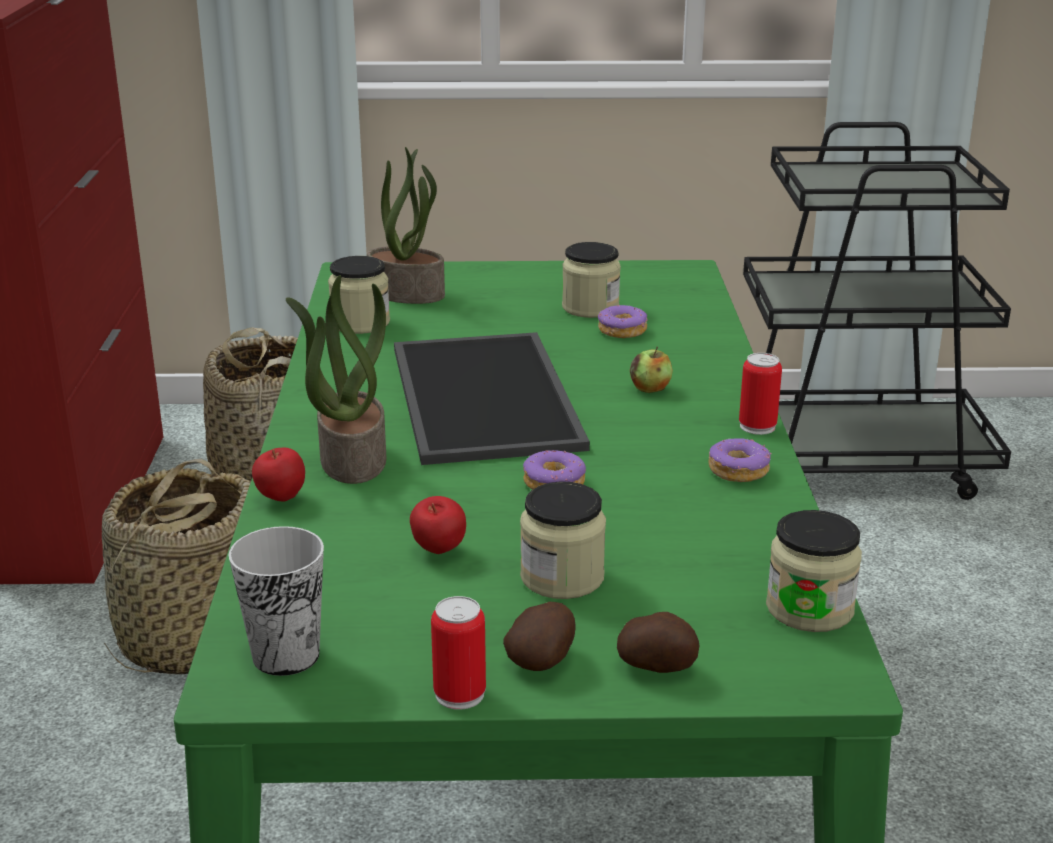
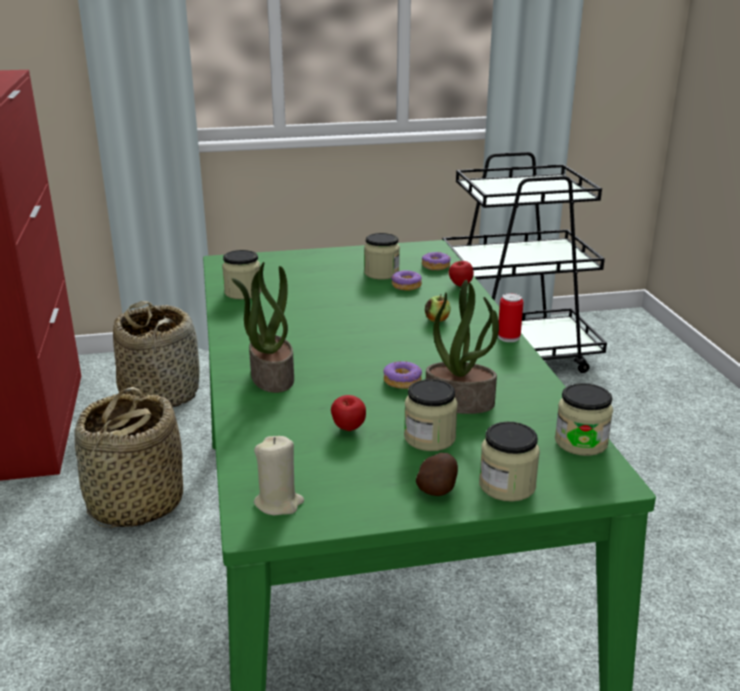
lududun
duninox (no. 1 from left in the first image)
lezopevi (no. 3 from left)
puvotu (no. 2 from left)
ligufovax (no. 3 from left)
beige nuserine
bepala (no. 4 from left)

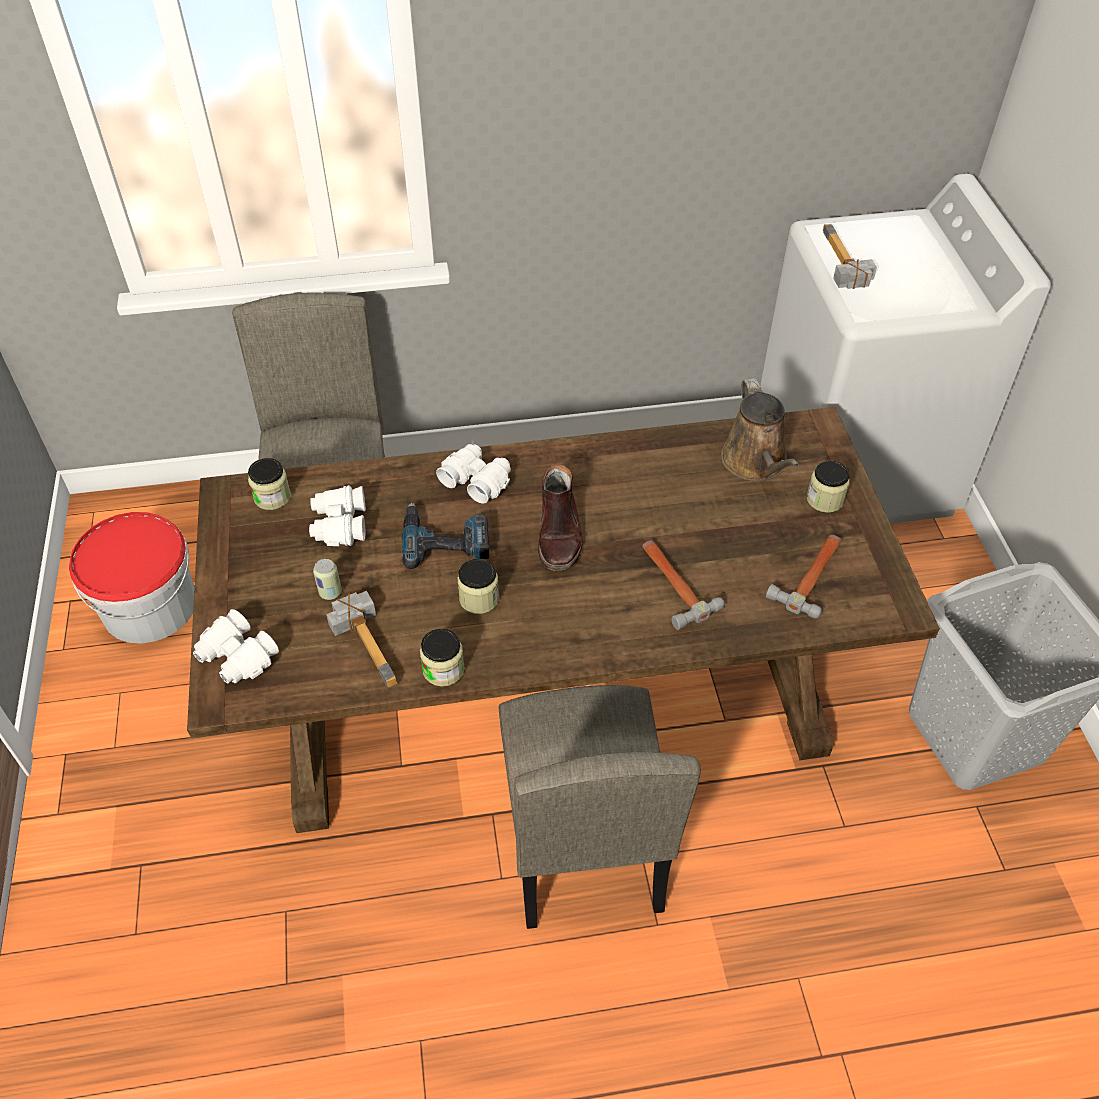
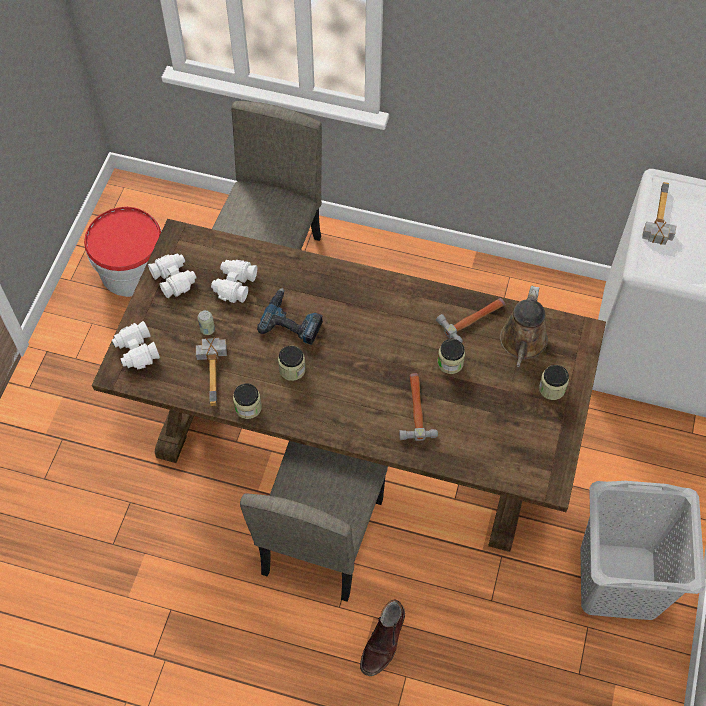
bepala (no. 3 from left)
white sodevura (no. 2 from left)
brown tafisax
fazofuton (no. 3 from left)

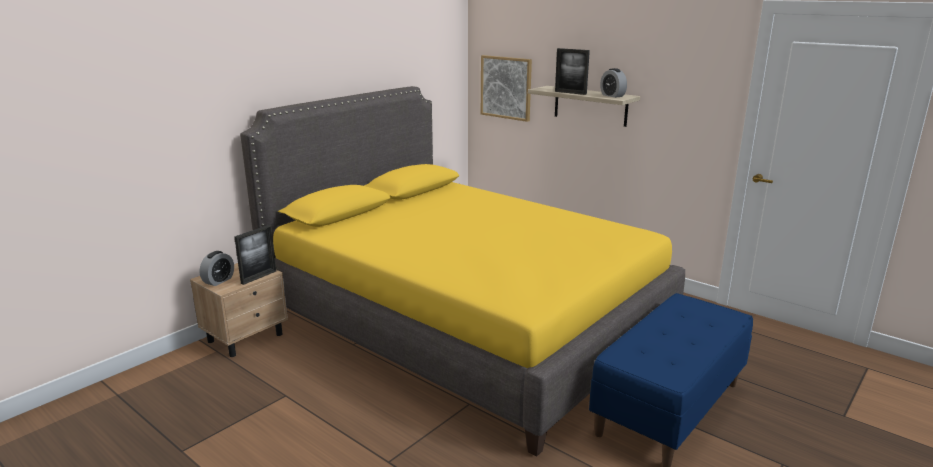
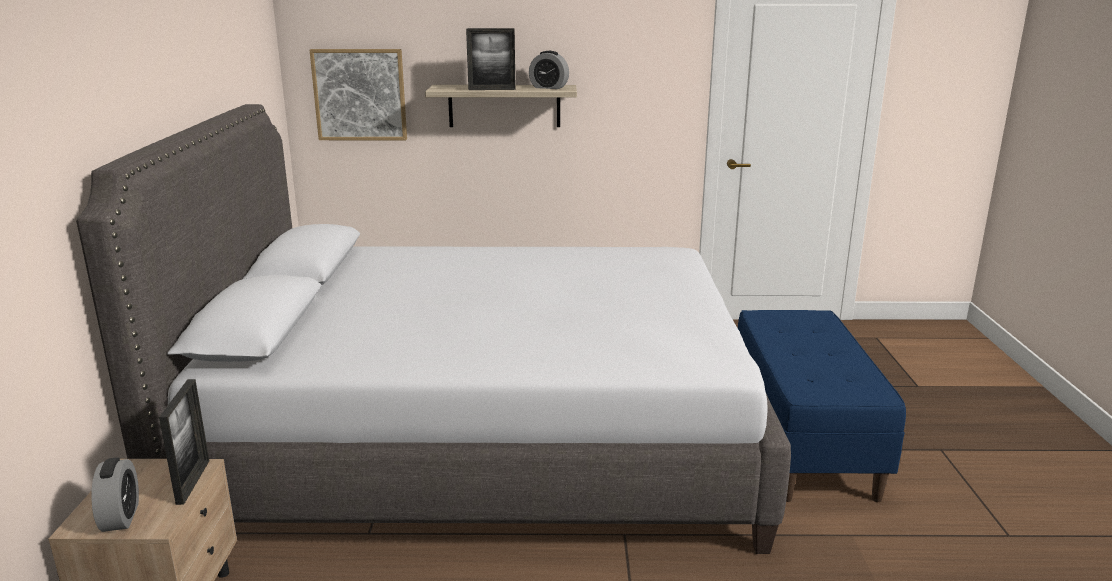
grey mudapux

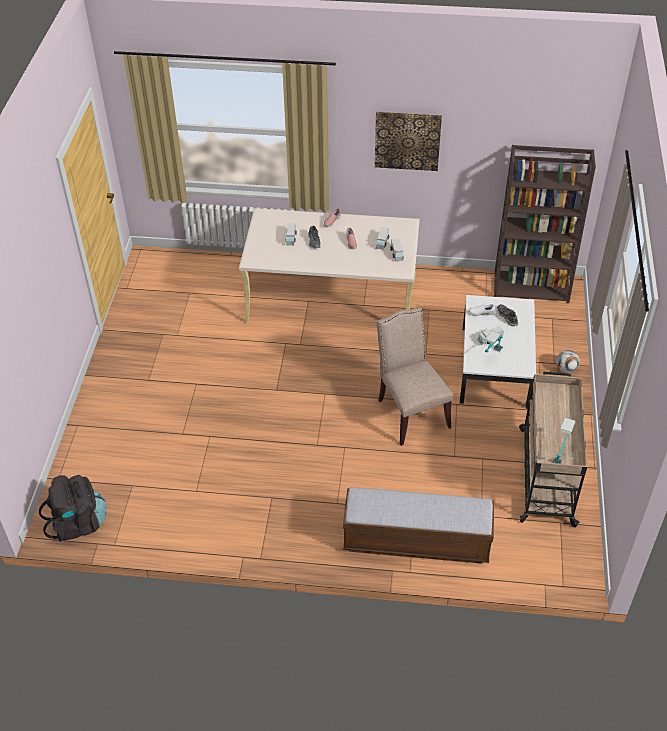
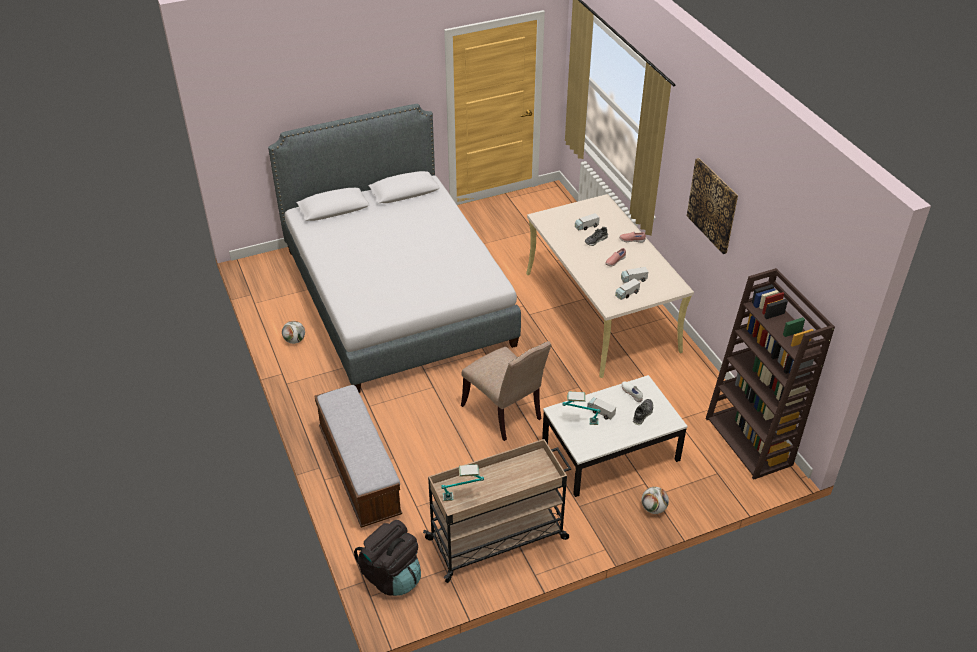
grey mudapux
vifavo (no. 1 from left)
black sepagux
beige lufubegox

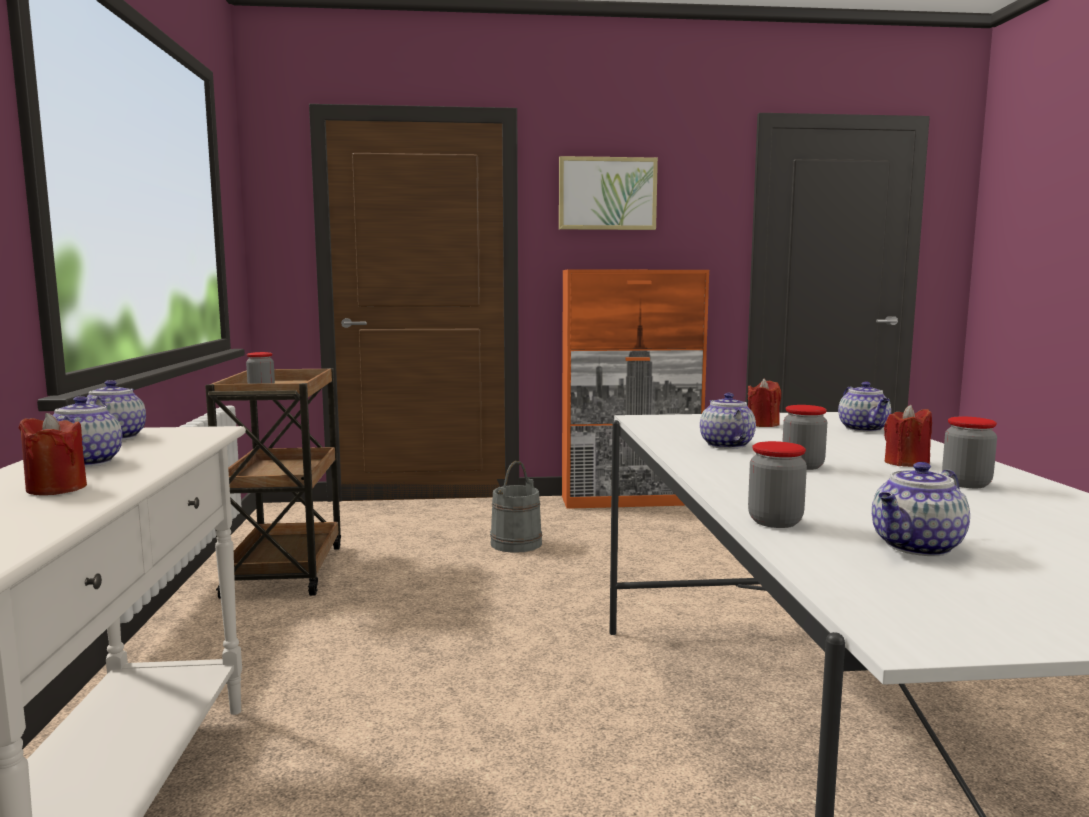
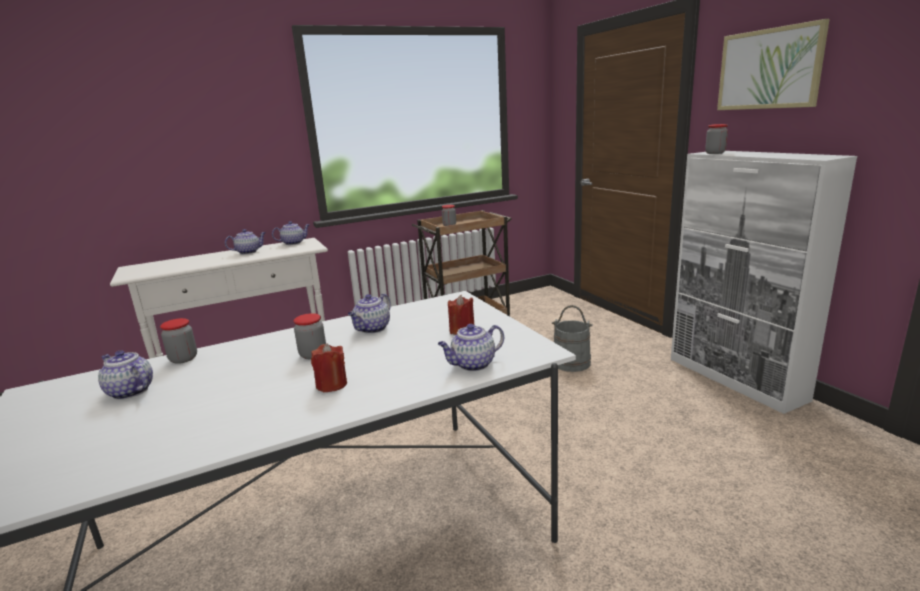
red nuserine (no. 1 from left in the first image)
bepala (no. 4 from left)
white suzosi
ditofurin (no. 4 from left)

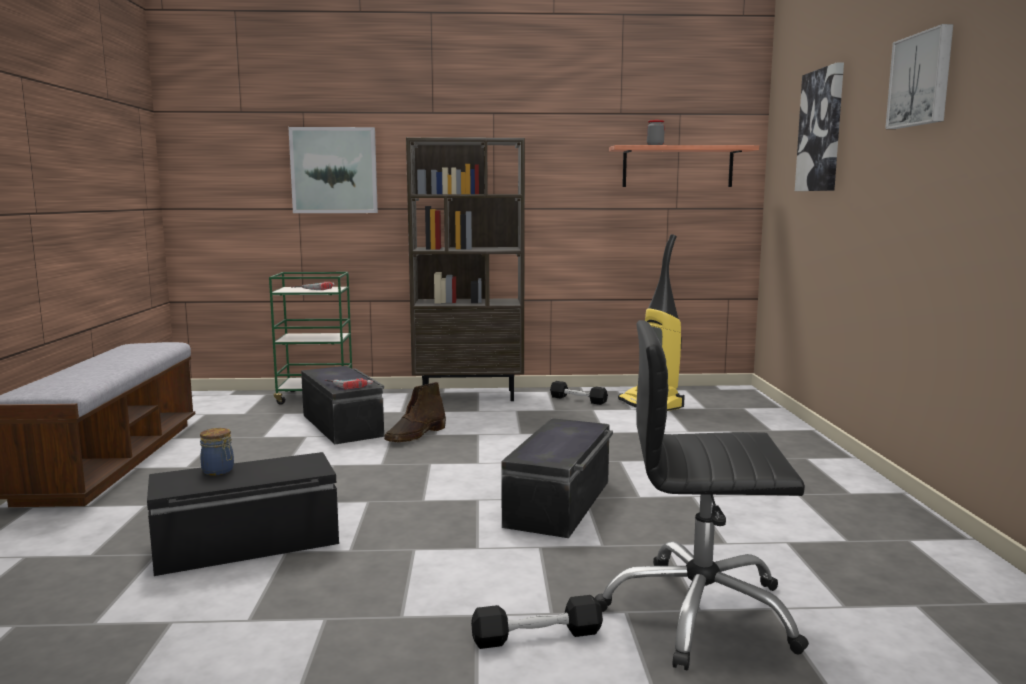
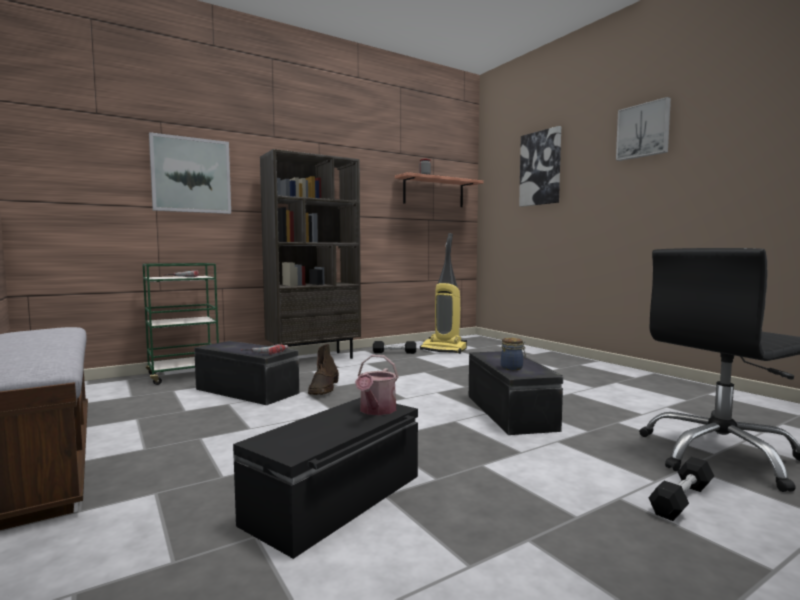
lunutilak
bepala (no. 2 from left)

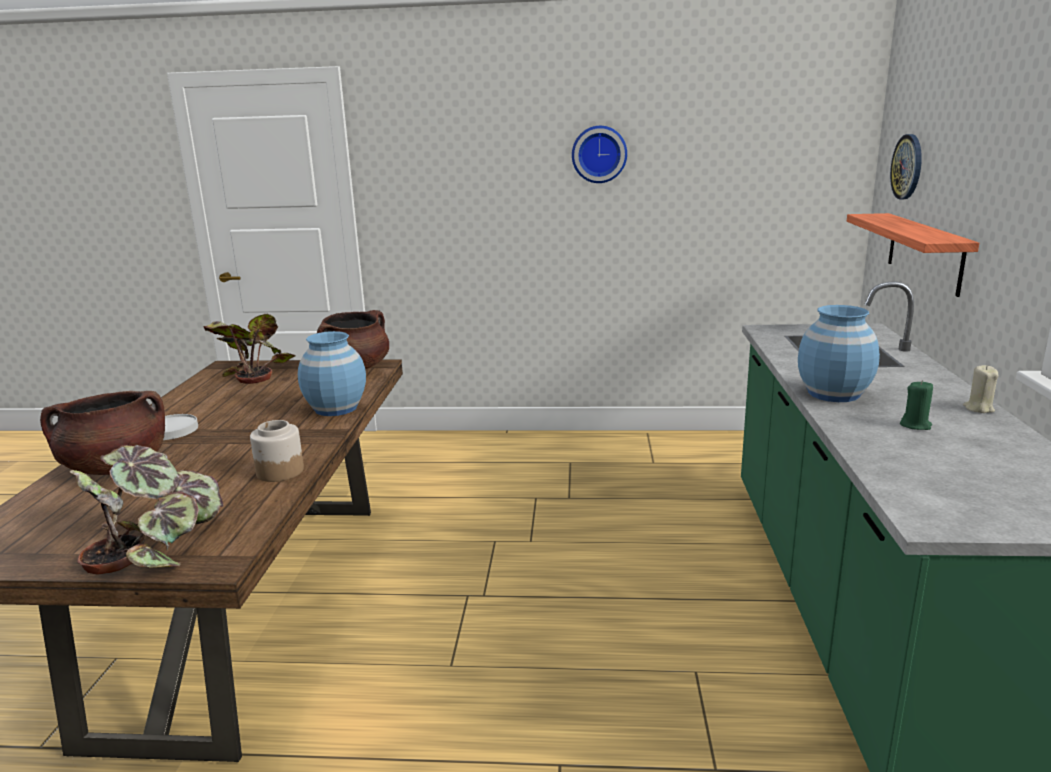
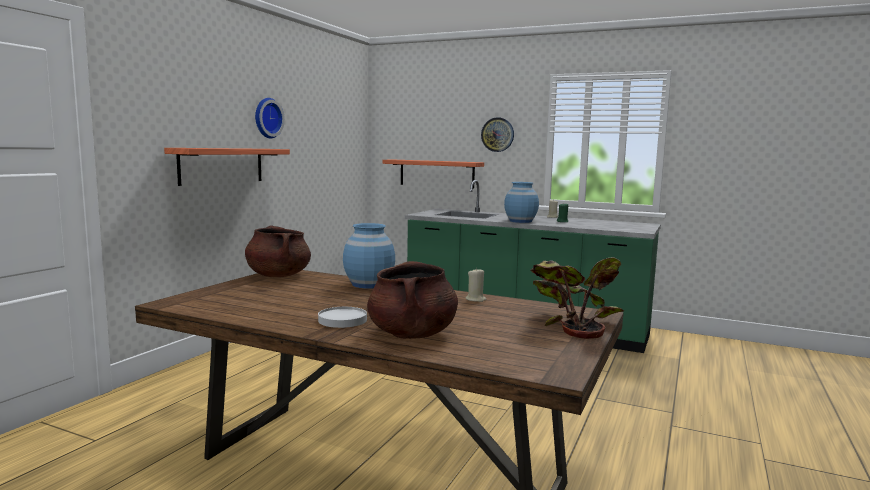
puvotu (no. 2 from left in the first image)
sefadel (no. 1 from left)
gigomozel (no. 2 from left)
beige nuserine (no. 1 from left)

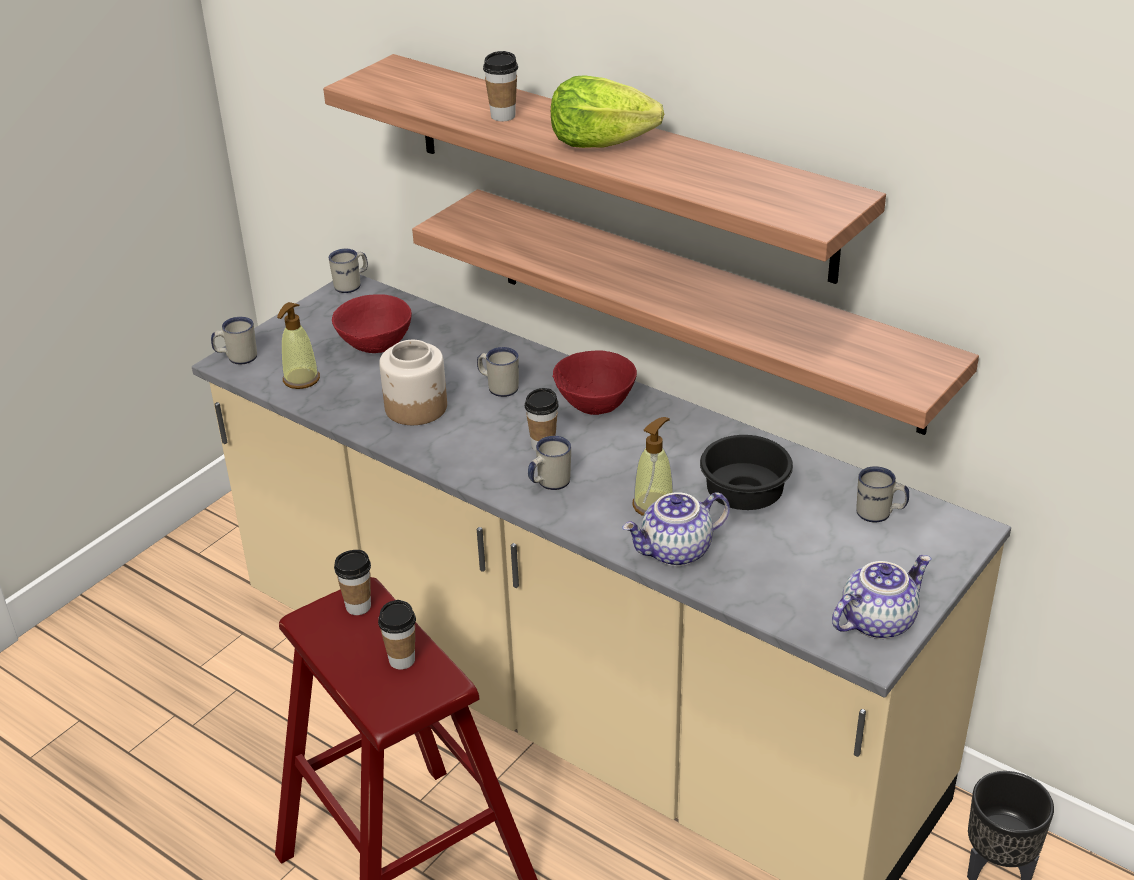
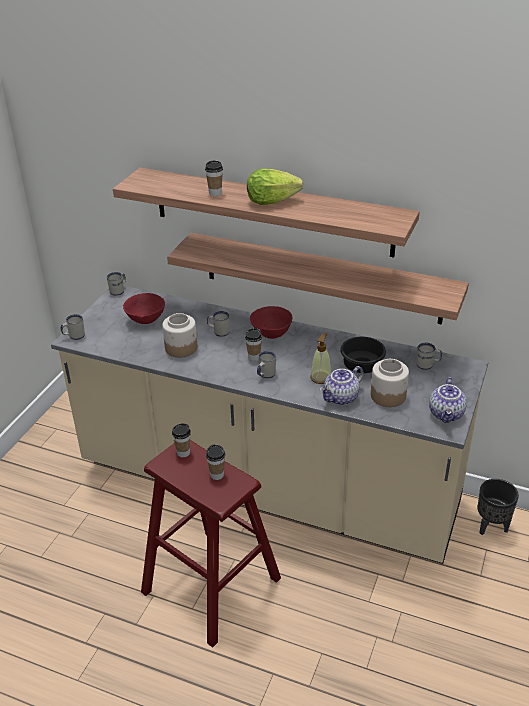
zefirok (no. 1 from left in the first image)
bepala (no. 2 from left)
ditofurin (no. 2 from left)

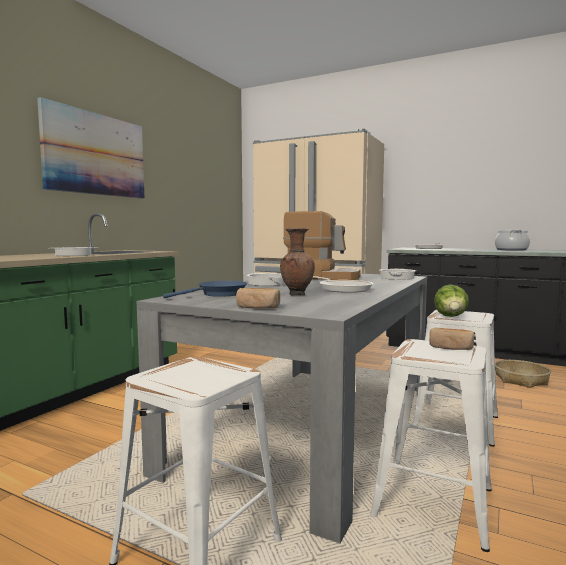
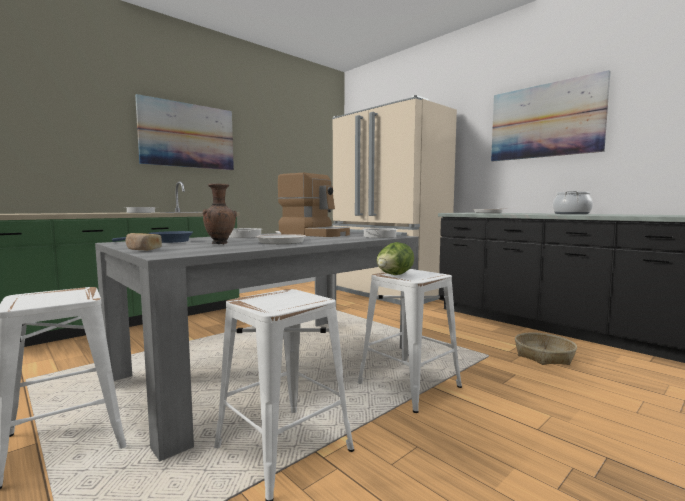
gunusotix (no. 2 from left in the first image)
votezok (no. 2 from left)

